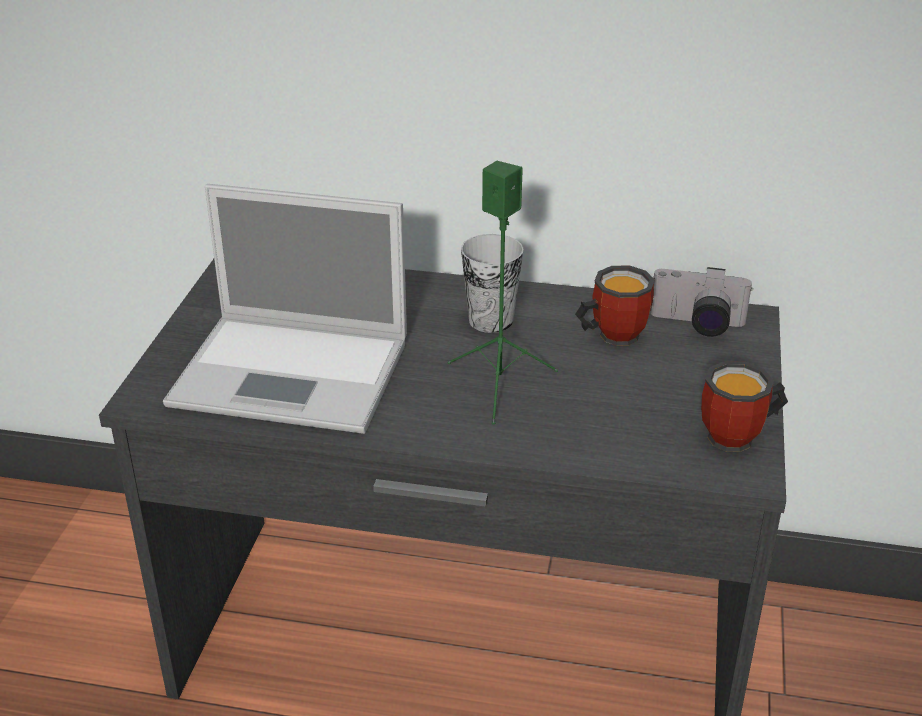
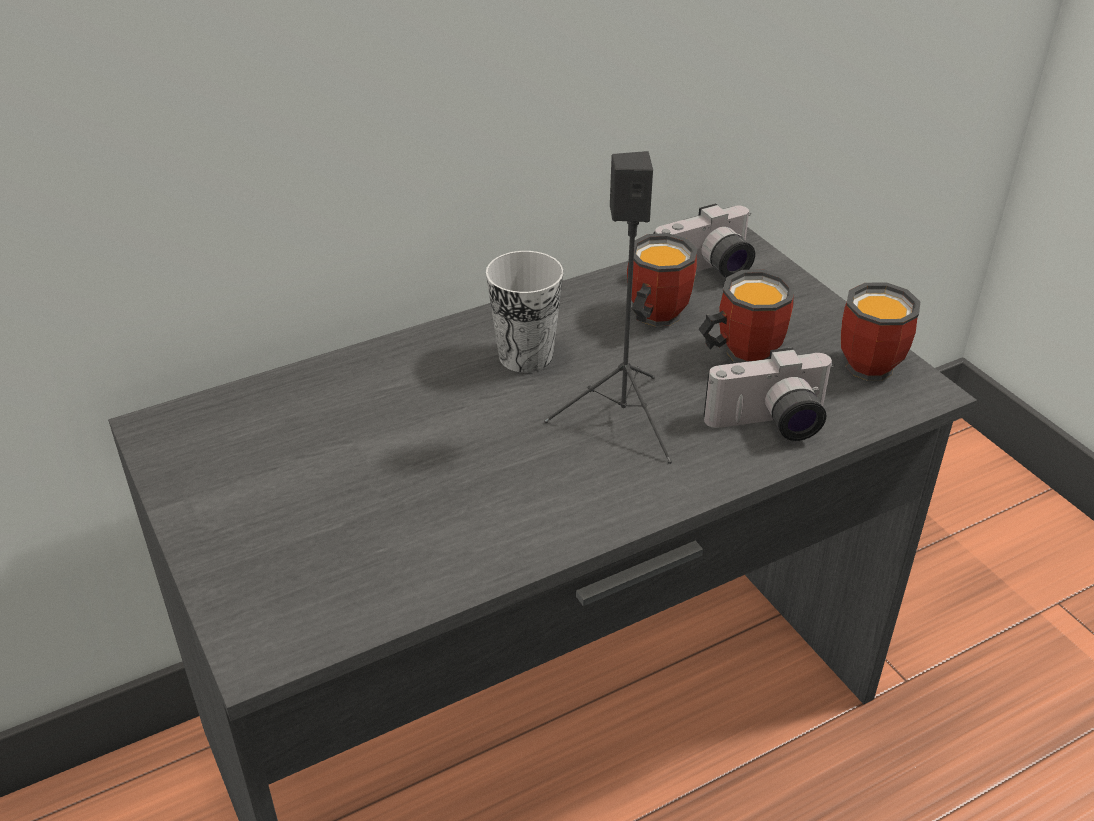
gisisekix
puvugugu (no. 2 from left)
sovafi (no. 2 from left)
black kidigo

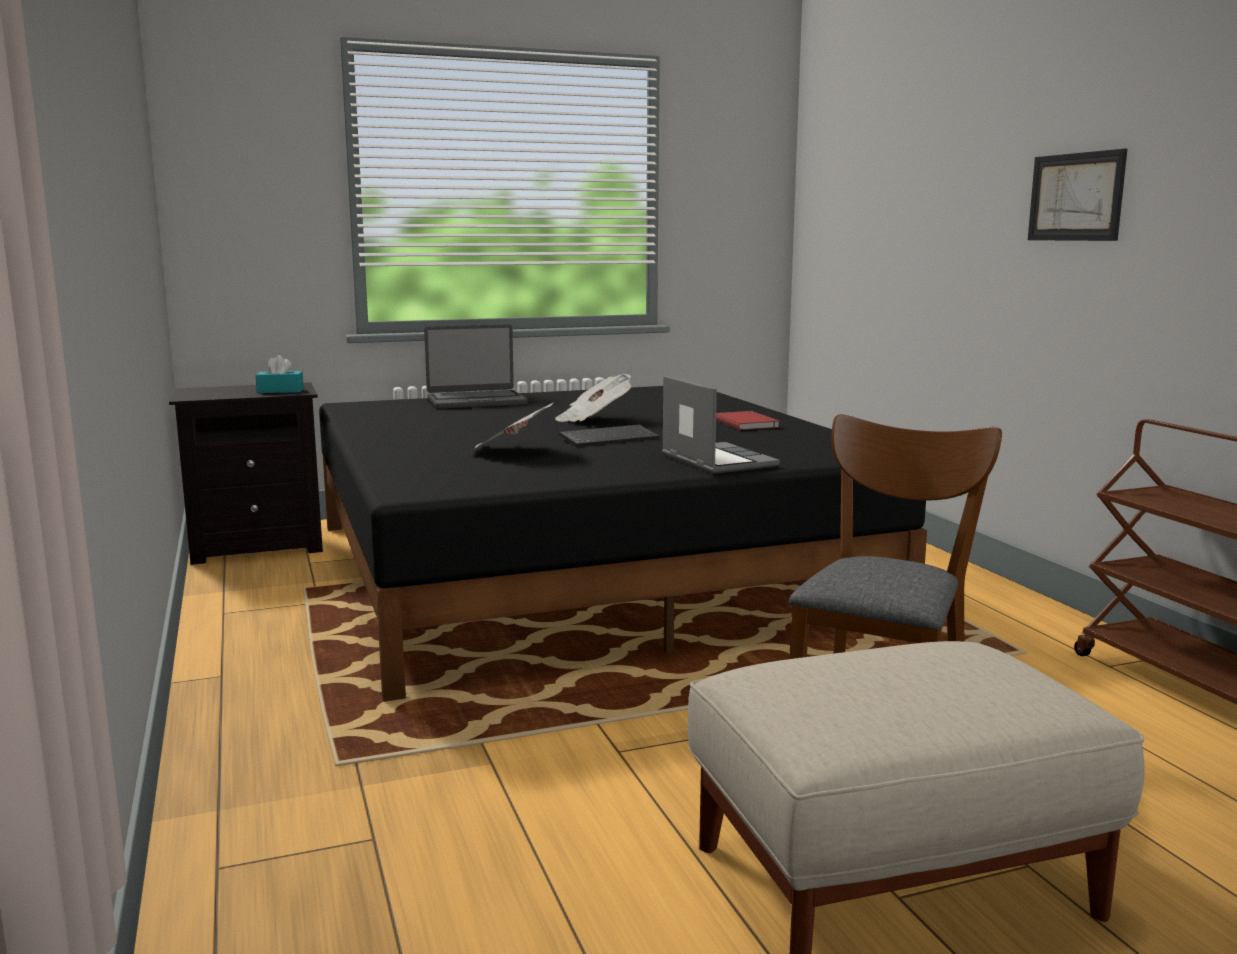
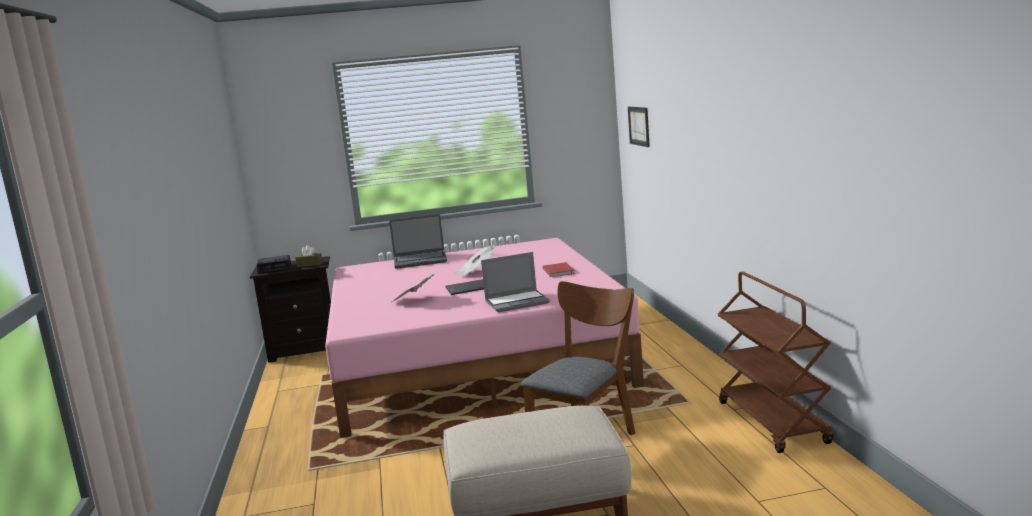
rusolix
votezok
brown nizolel
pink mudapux
gisisekix (no. 2 from left)

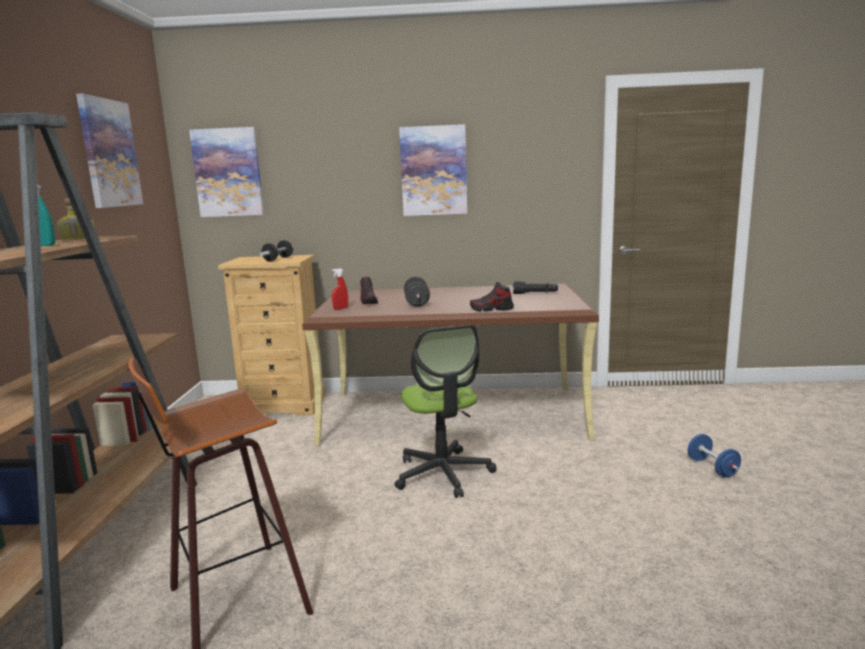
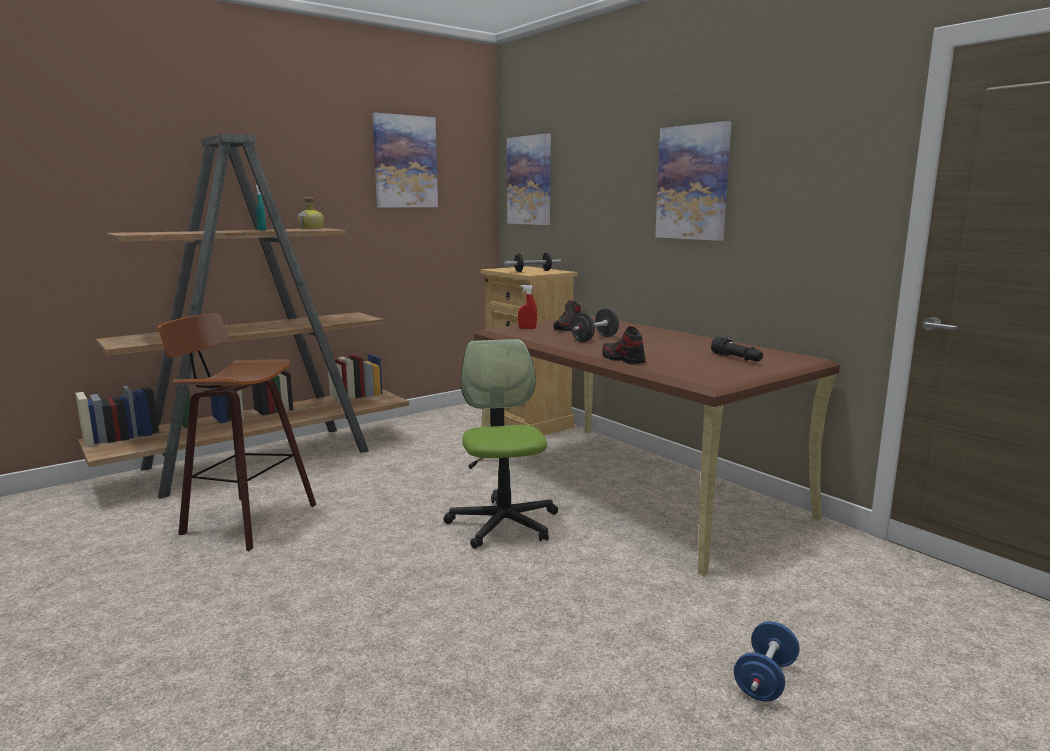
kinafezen

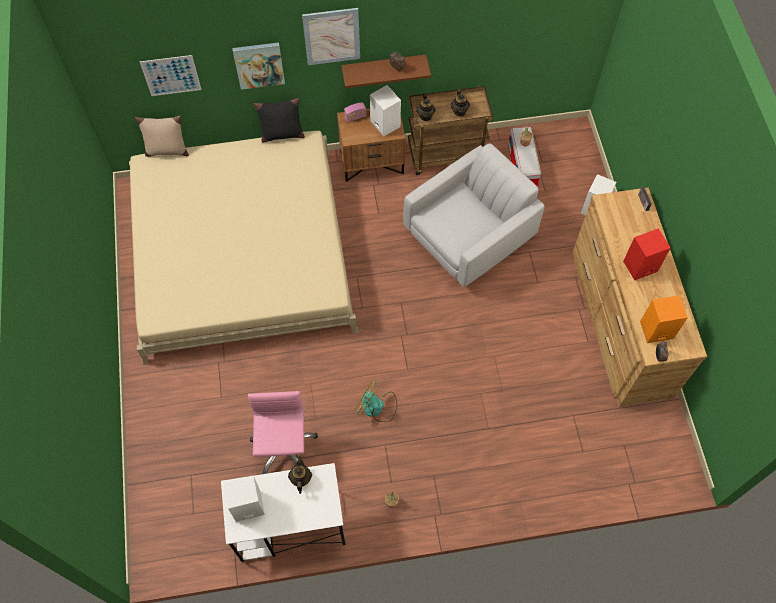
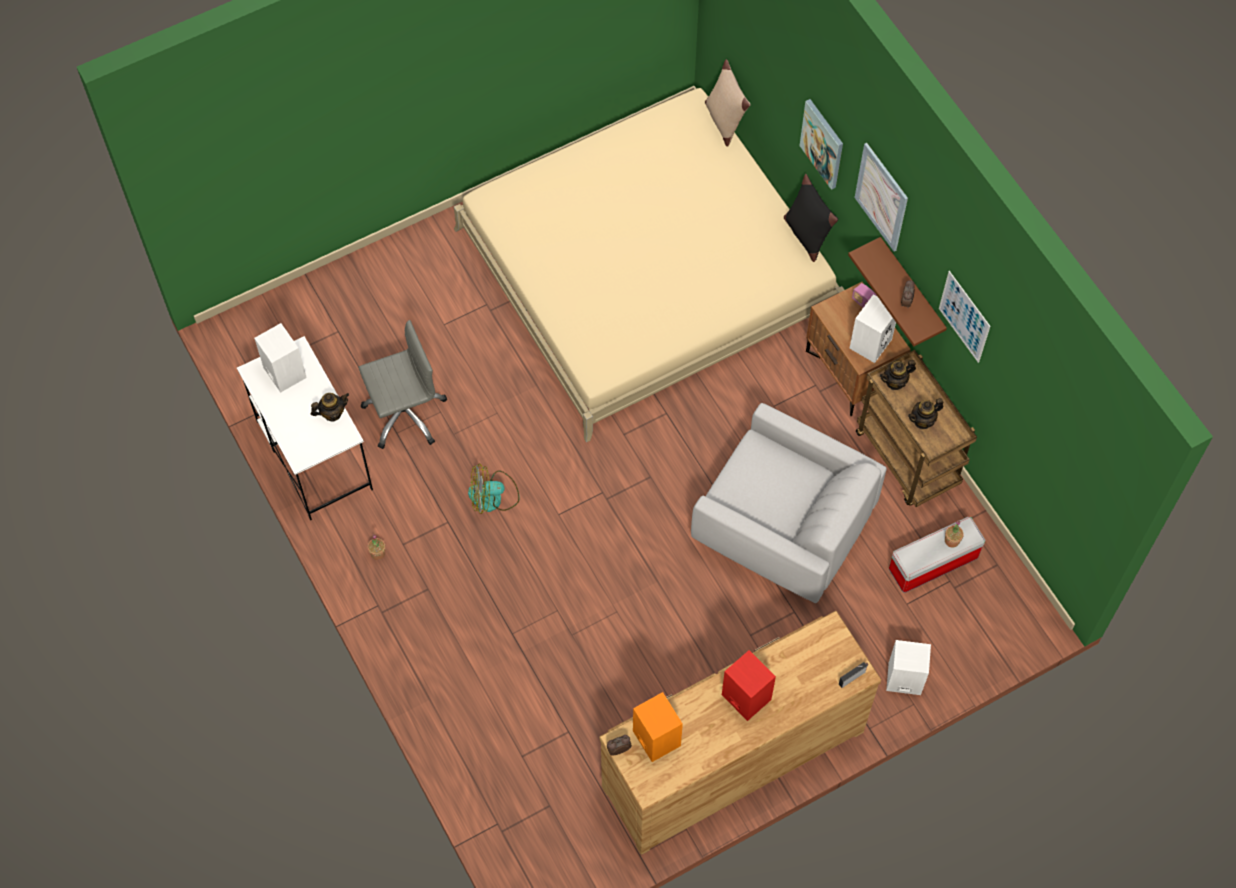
votezok (no. 3 from left)
grey kinafezen
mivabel

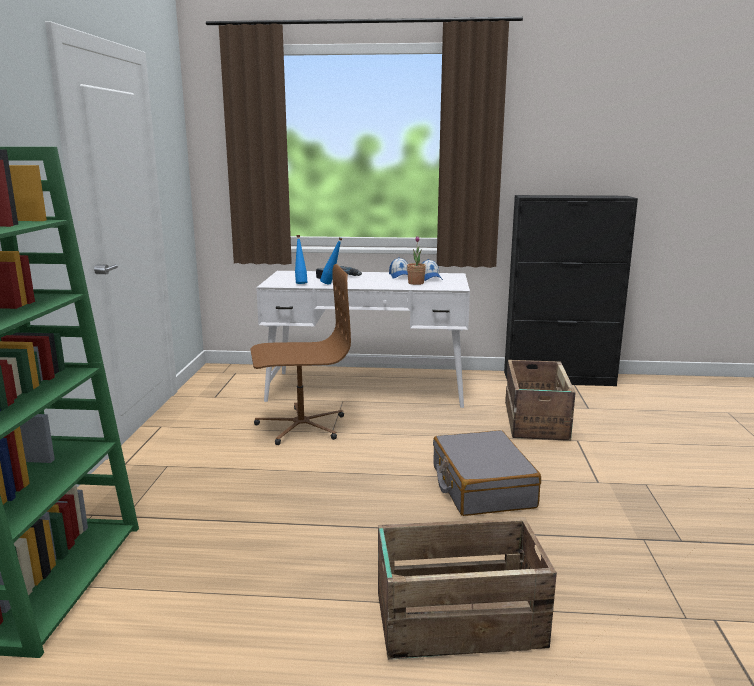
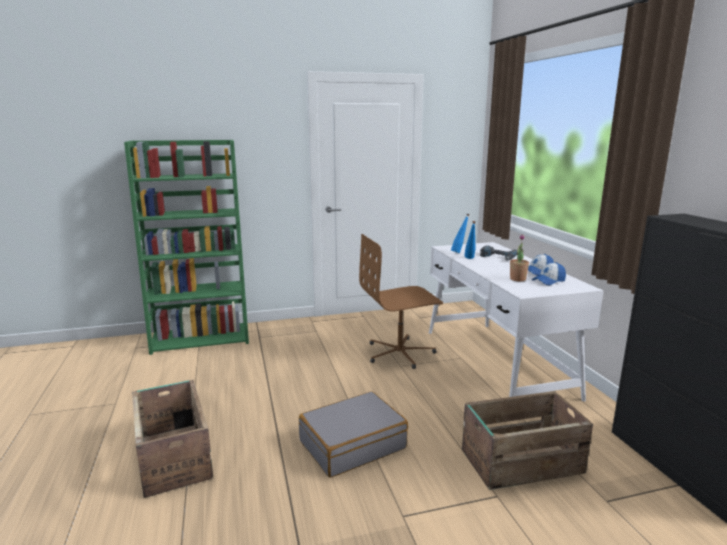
brown kinafezen

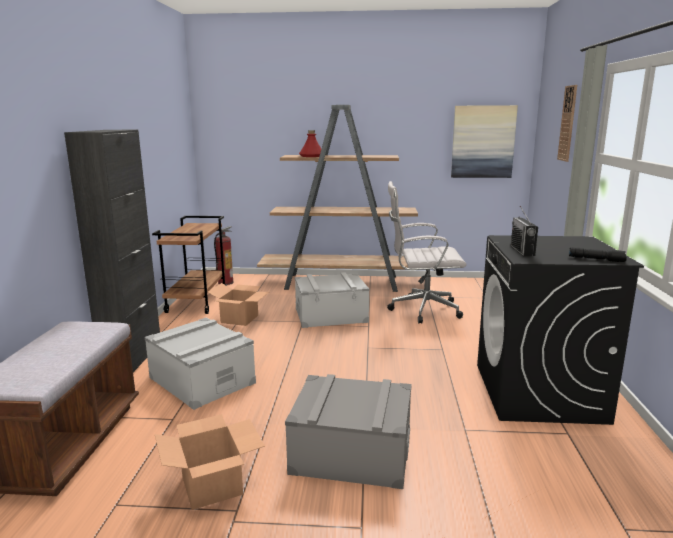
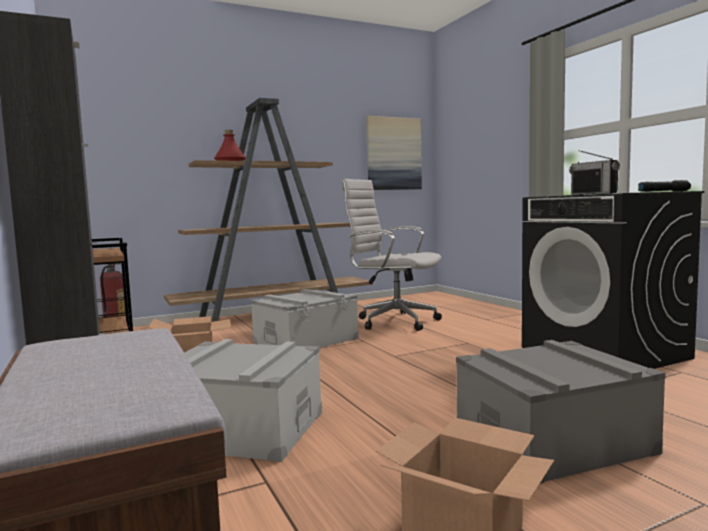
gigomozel
white kinafezen

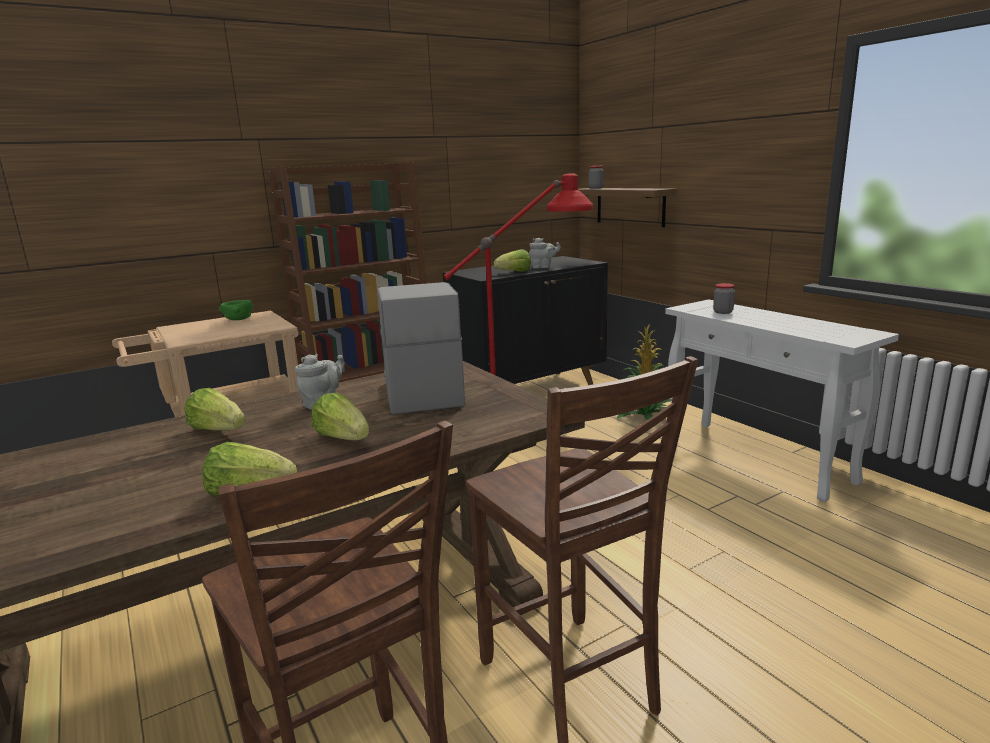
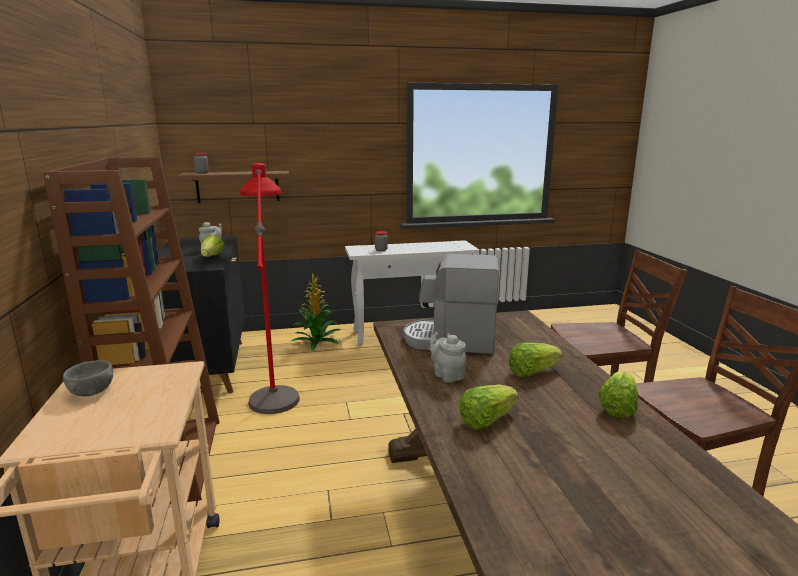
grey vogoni

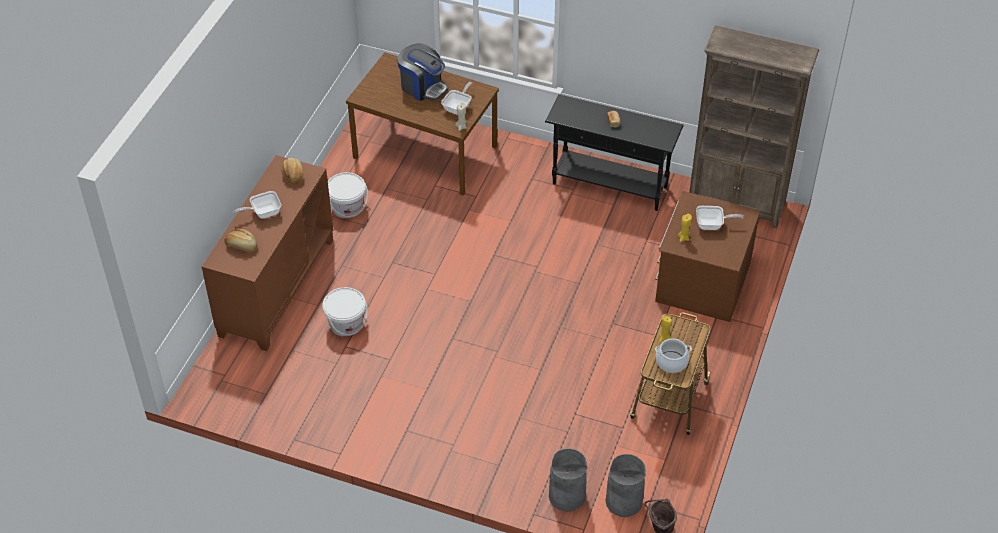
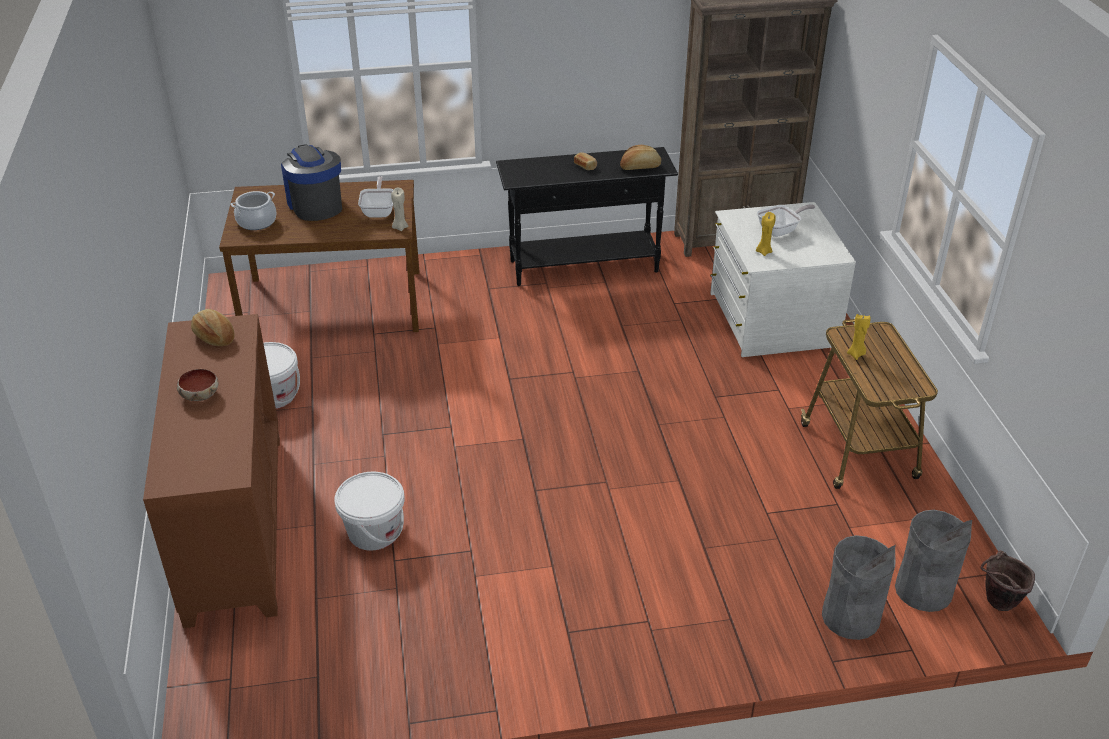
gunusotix (no. 3 from left)
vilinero
vogoni
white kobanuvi
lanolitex

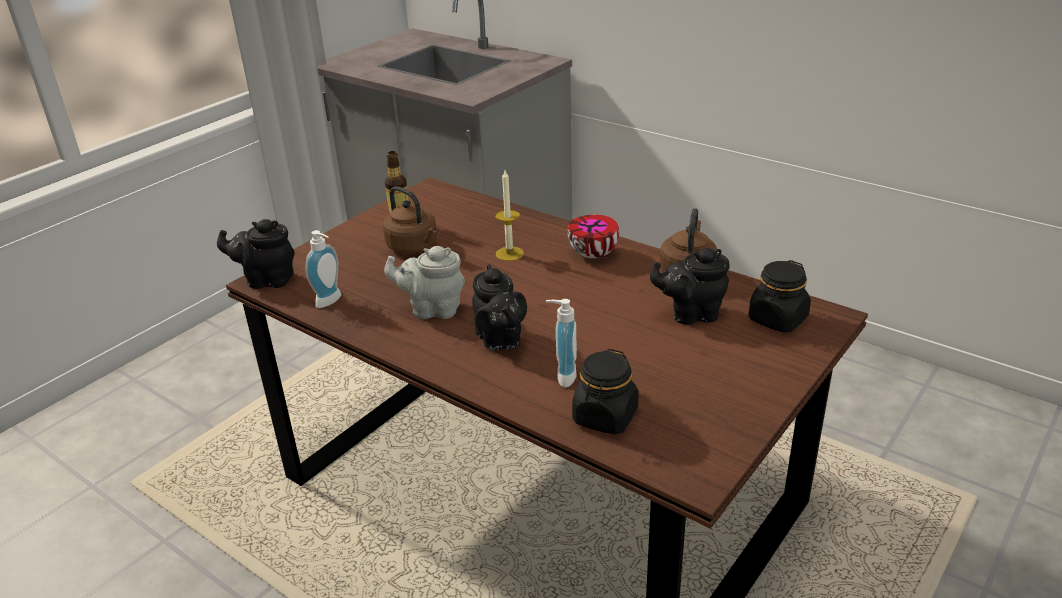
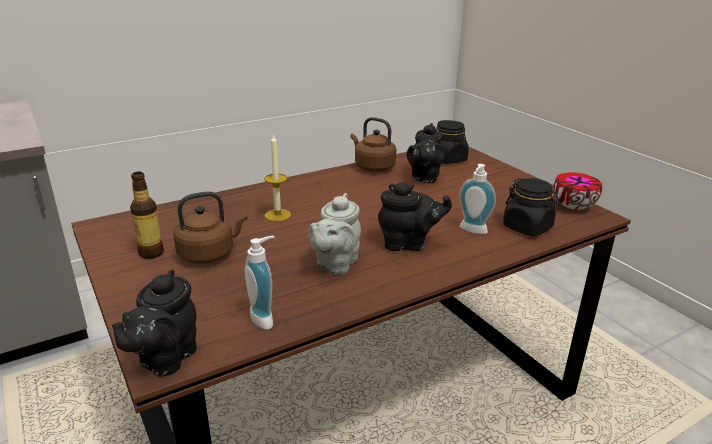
vogoni

